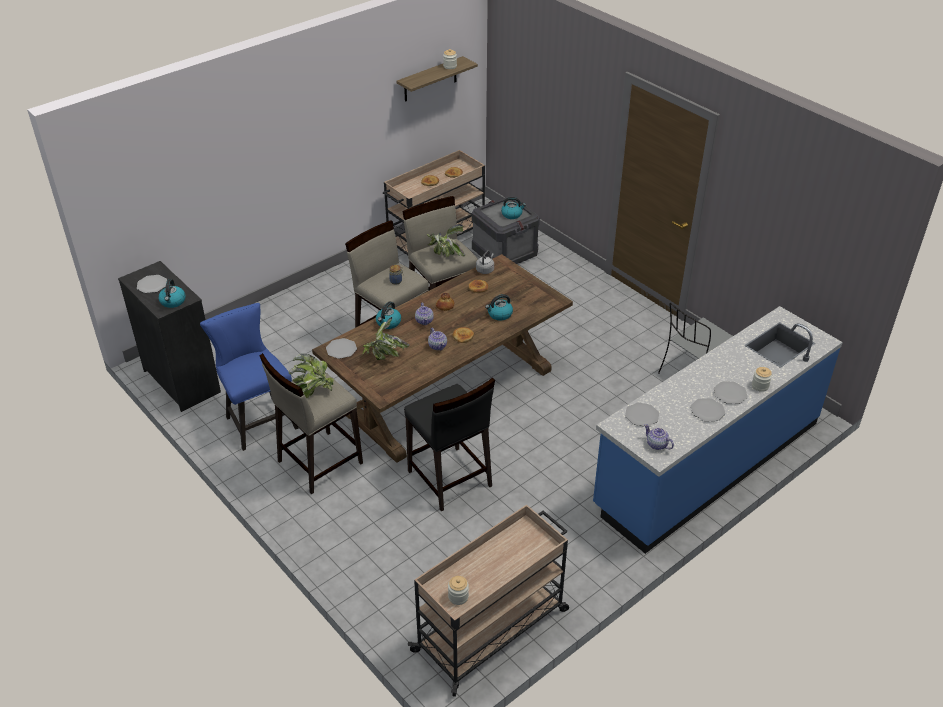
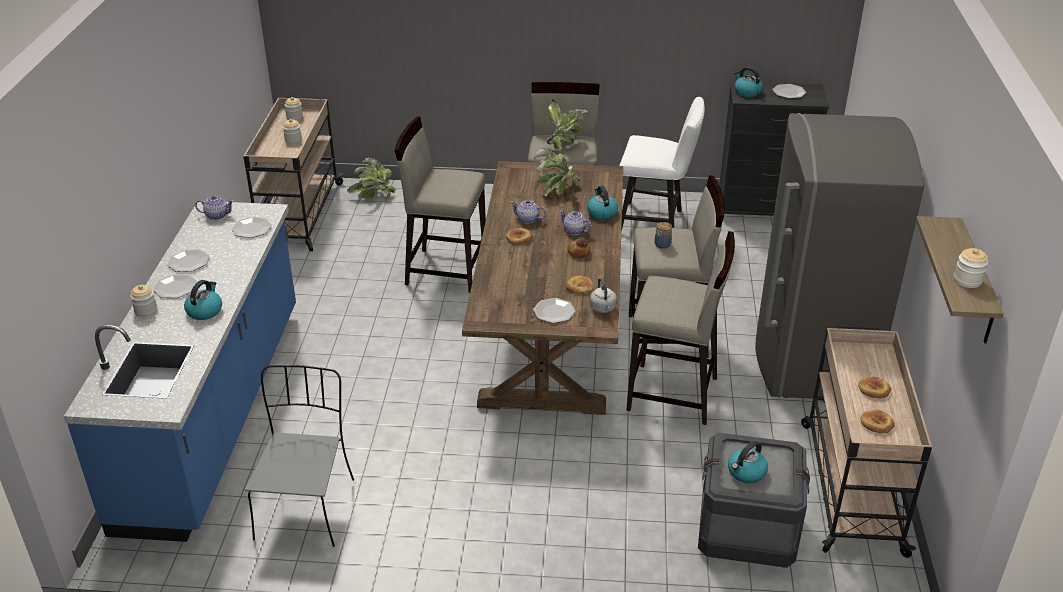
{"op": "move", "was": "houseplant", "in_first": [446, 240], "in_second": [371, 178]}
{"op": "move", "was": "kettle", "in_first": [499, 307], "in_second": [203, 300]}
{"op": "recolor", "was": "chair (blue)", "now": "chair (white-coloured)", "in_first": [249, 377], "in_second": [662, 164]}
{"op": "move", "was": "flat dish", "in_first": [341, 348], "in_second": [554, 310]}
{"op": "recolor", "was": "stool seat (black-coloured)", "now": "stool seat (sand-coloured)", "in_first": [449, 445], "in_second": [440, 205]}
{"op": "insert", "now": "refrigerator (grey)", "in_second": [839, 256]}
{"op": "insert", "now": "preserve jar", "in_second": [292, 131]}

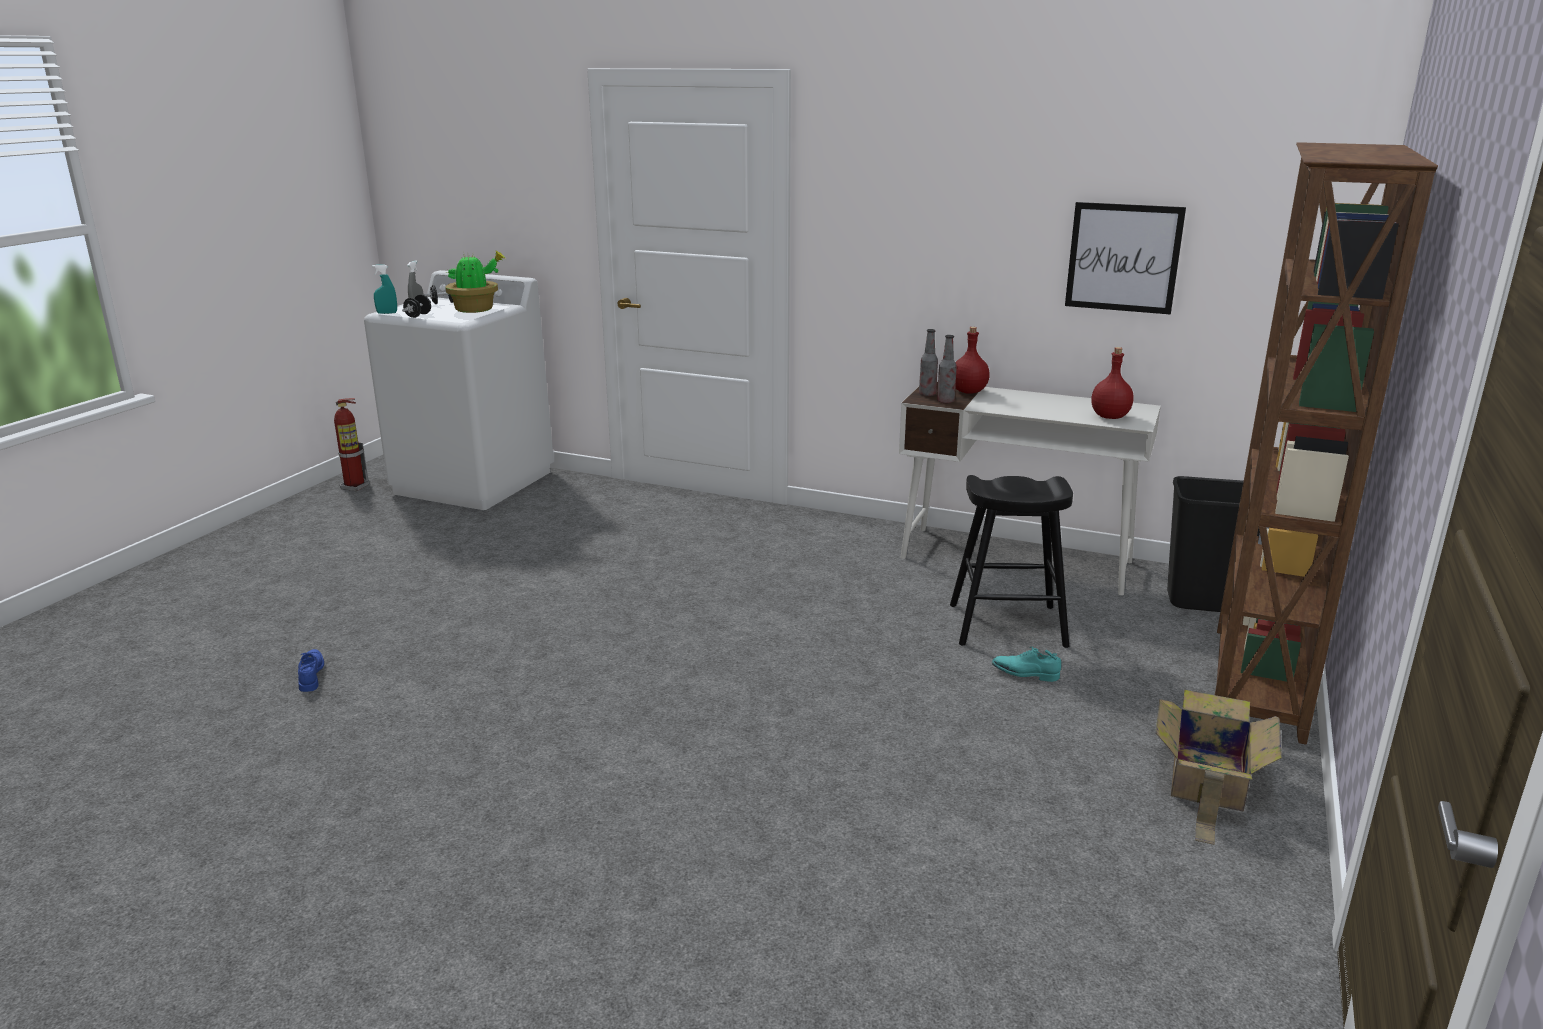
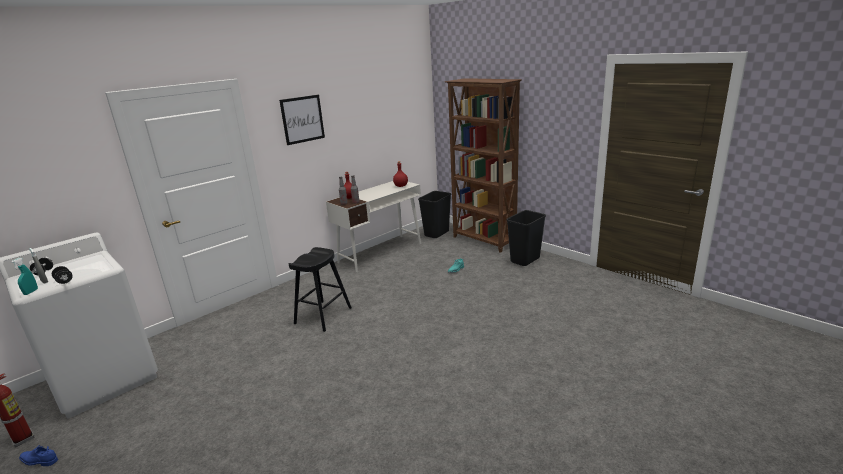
{"op": "move", "was": "picture", "in_first": [1125, 258], "in_second": [302, 120]}
{"op": "delete", "was": "houseplant", "in_first": [476, 282]}
{"op": "move", "was": "stool seat (black-coloured)", "in_first": [1011, 561], "in_second": [320, 289]}
{"op": "move", "was": "shoe (blue)", "in_first": [311, 670], "in_second": [38, 455]}
{"op": "replace", "was": "carton", "now": "waste bin (black-coloured)", "in_first": [1218, 767], "in_second": [526, 238]}

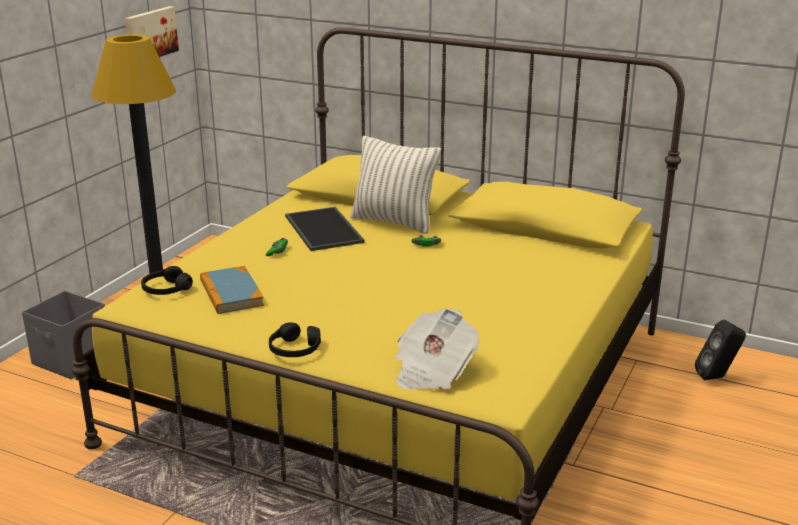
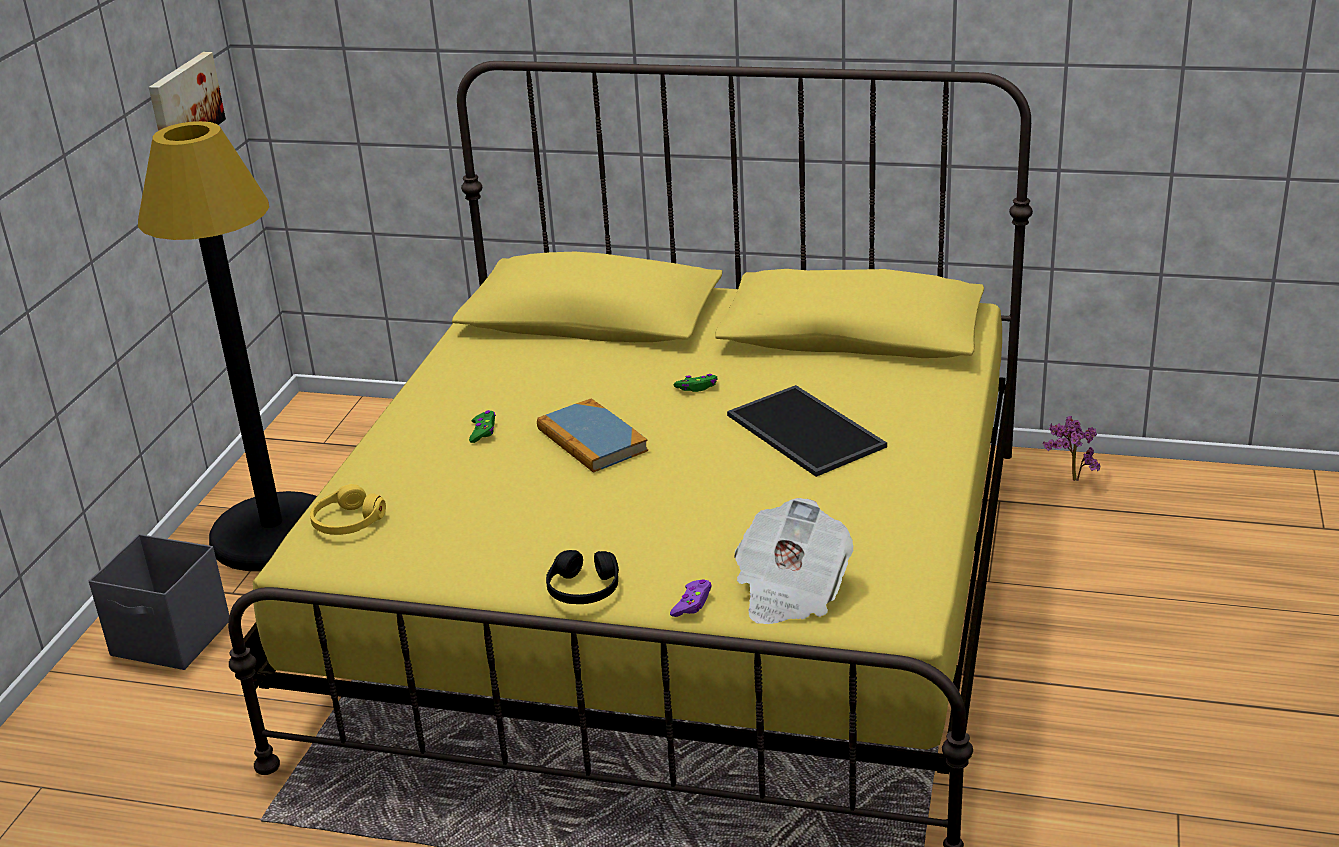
{"op": "delete", "was": "throw pillow", "in_first": [395, 185]}
{"op": "move", "was": "carrying tray", "in_first": [324, 229], "in_second": [807, 431]}
{"op": "recolor", "was": "headphones (black-coloured)", "now": "headphones (yellow-coloured)", "in_first": [167, 280], "in_second": [348, 509]}
{"op": "move", "was": "bound book", "in_first": [232, 290], "in_second": [592, 435]}
{"op": "delete", "was": "audio speaker (black-coloured)", "in_first": [720, 350]}
{"op": "insert", "now": "houseplant", "in_second": [1071, 448]}
{"op": "insert", "now": "gamepad (purple)", "in_second": [690, 598]}

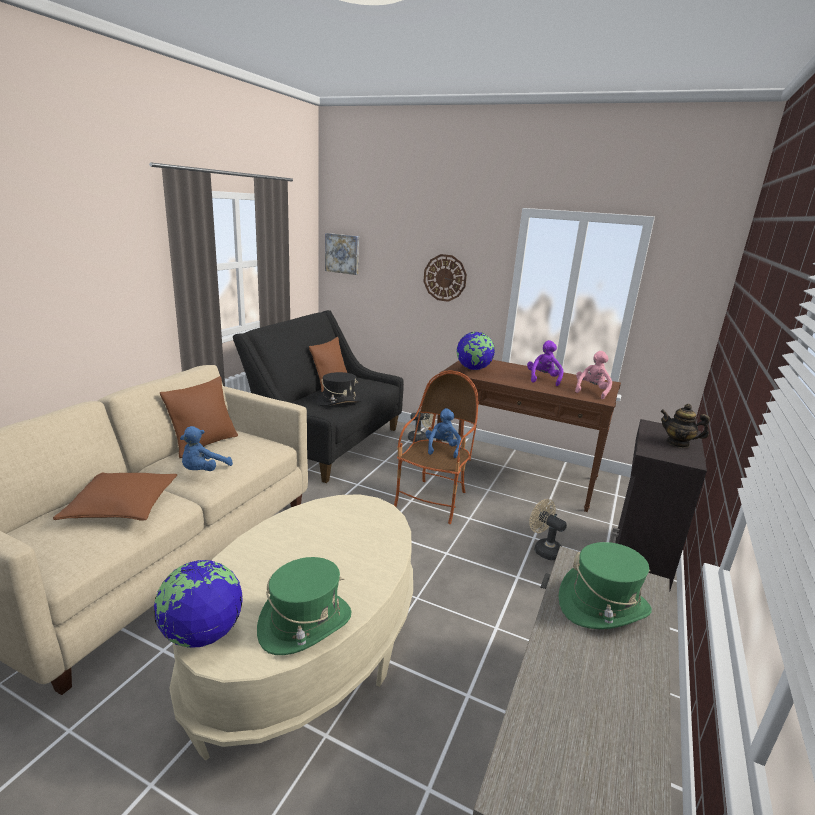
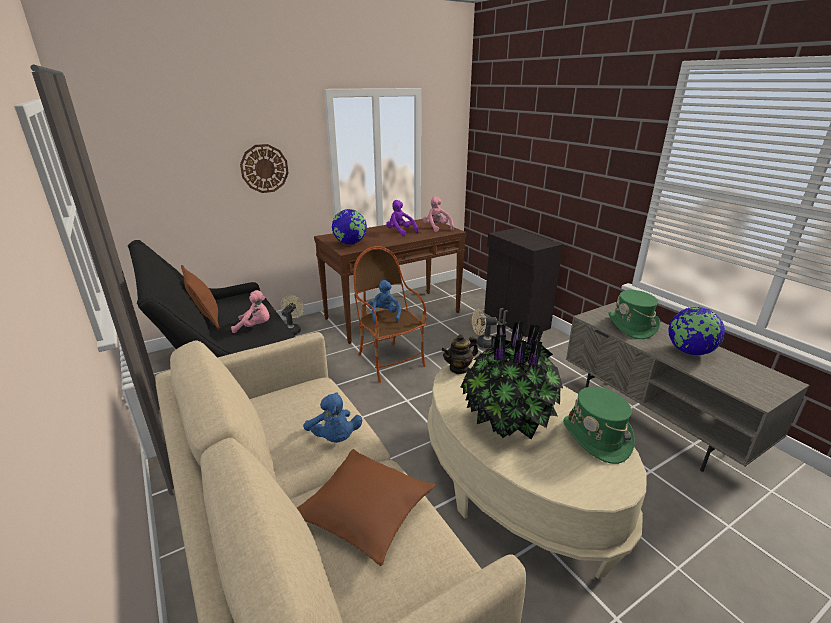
{"op": "delete", "was": "picture", "in_first": [342, 254]}
{"op": "replace", "was": "hat (black-coloured)", "now": "soft toy (pink)", "in_first": [339, 389], "in_second": [250, 311]}
{"op": "delete", "was": "throw pillow (brown)", "in_first": [199, 417]}
{"op": "move", "was": "teapot", "in_first": [685, 426], "in_second": [459, 354]}
{"op": "rotate", "was": "soft toy (blue)", "in_first": [443, 433], "in_second": [384, 301], "clockwise": 45}
{"op": "move", "was": "desk globe", "in_first": [198, 604], "in_second": [696, 331]}
{"op": "insert", "now": "houseplant", "in_second": [511, 380]}

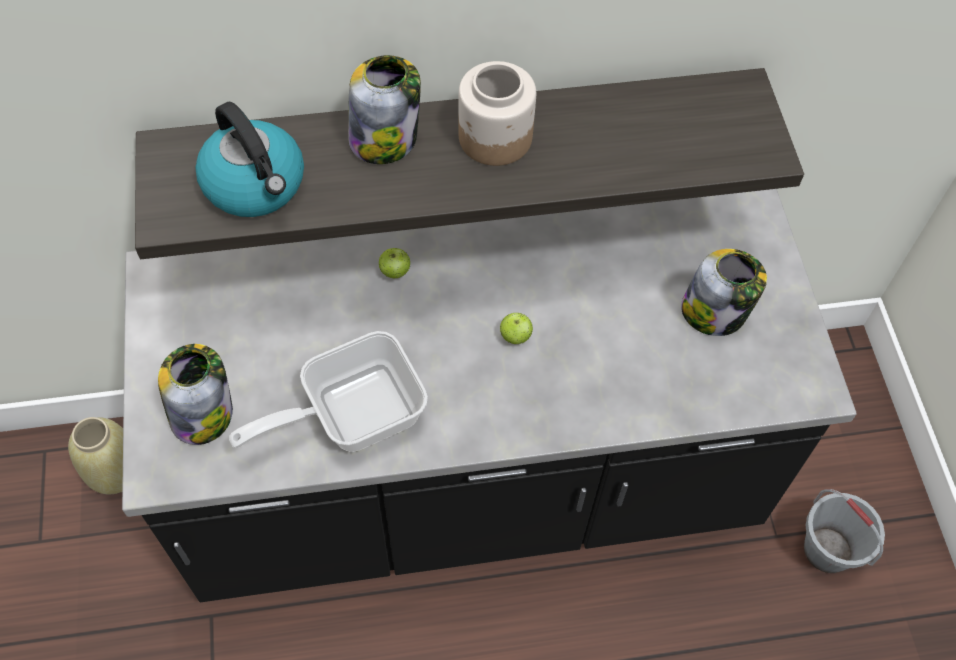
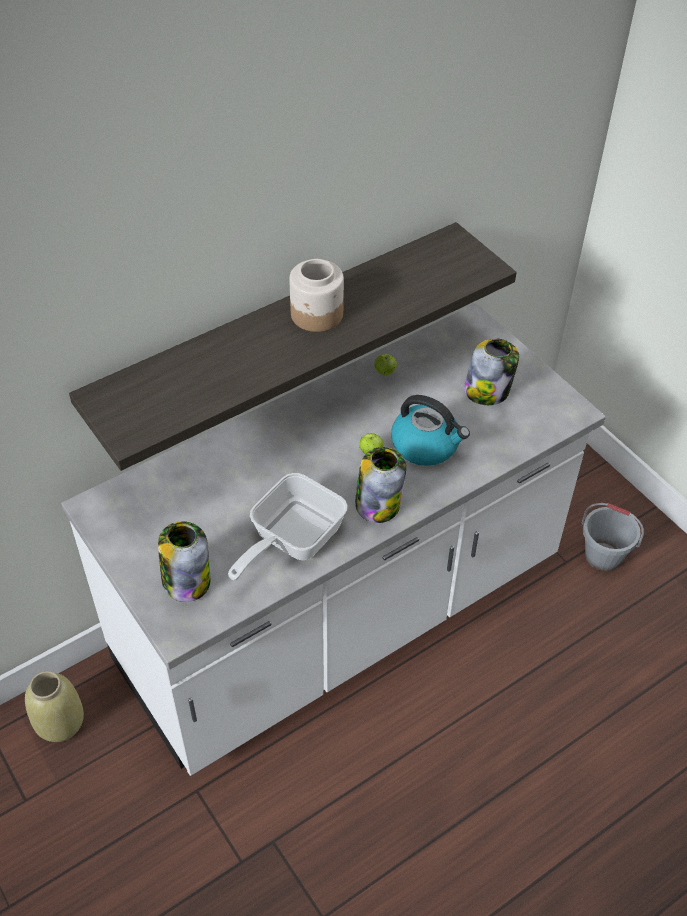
{"op": "move", "was": "preserve jar", "in_first": [384, 109], "in_second": [380, 485]}
{"op": "move", "was": "kettle", "in_first": [249, 159], "in_second": [430, 430]}
{"op": "recolor", "was": "kitchen counter (black-coloured)", "now": "kitchen counter (white-coloured)", "in_first": [489, 395], "in_second": [333, 539]}
{"op": "move", "was": "apple", "in_first": [394, 263], "in_second": [385, 364]}

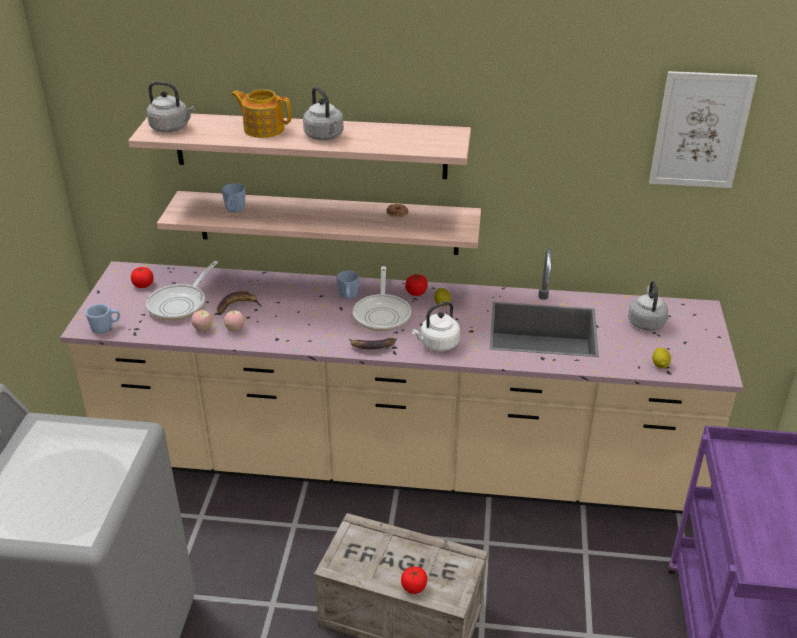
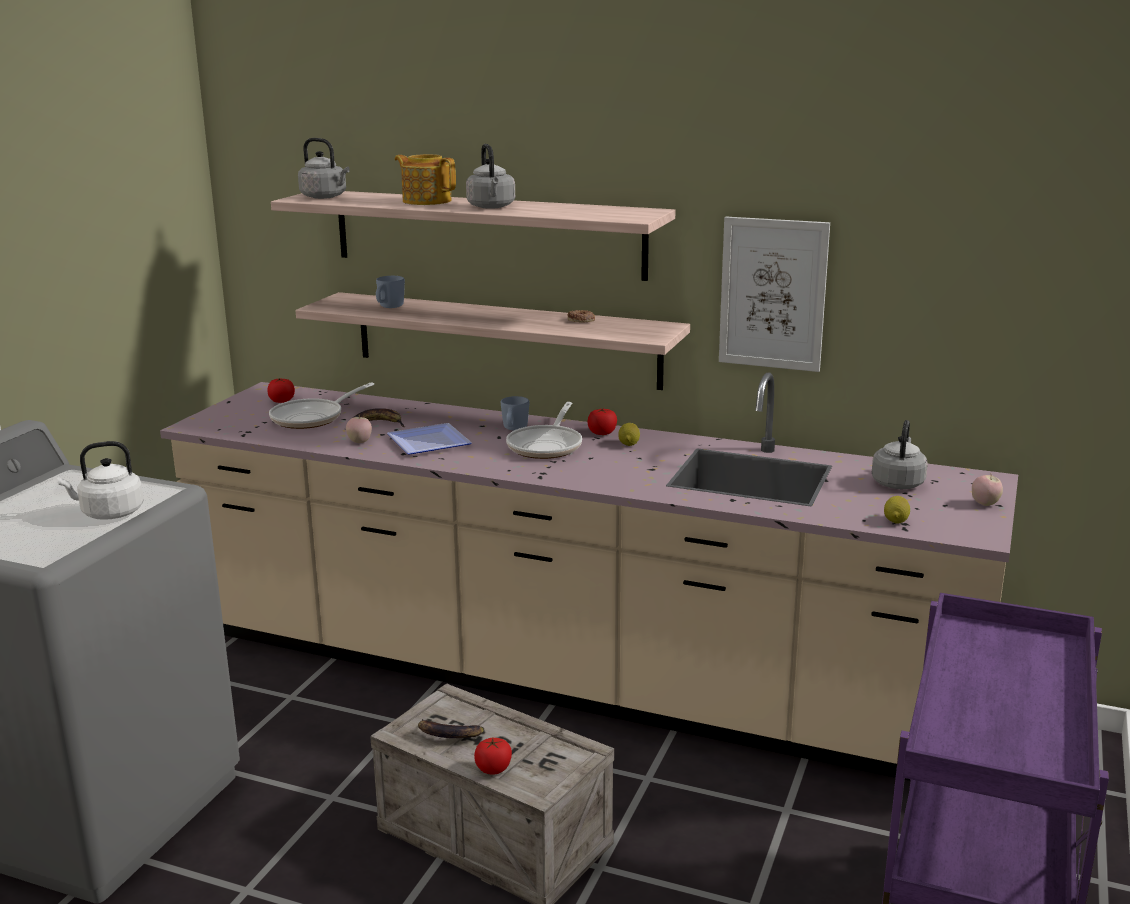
{"op": "move", "was": "picture", "in_first": [703, 129], "in_second": [774, 294]}
{"op": "move", "was": "kettle (white-coloured)", "in_first": [436, 326], "in_second": [100, 480]}
{"op": "delete", "was": "mug (blue)", "in_first": [102, 319]}
{"op": "move", "was": "apple", "in_first": [201, 321], "in_second": [987, 490]}
{"op": "move", "was": "whole banana", "in_first": [372, 343], "in_second": [451, 728]}
{"op": "insert", "now": "flat dish", "in_second": [429, 439]}

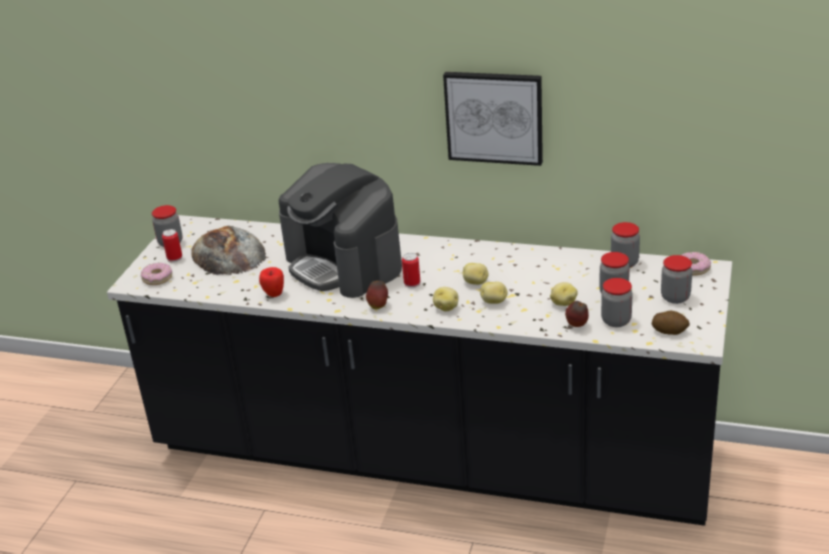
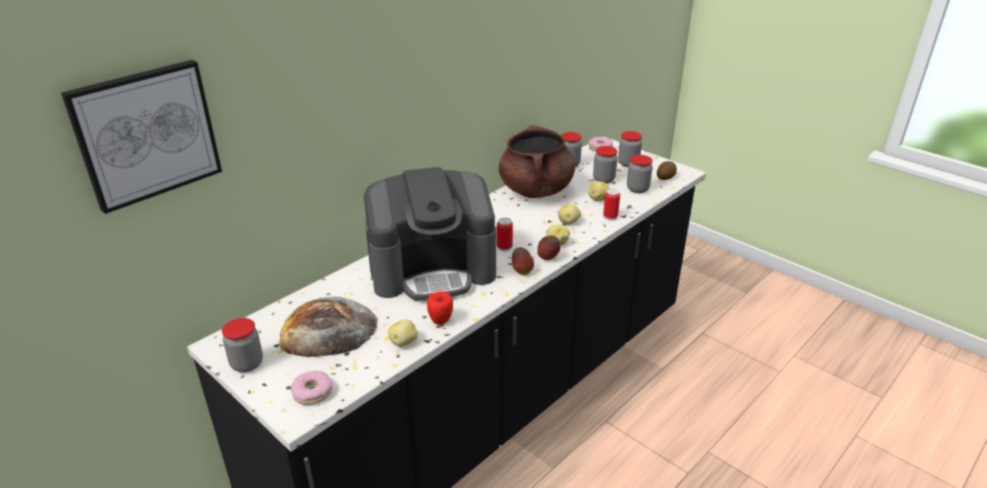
{"op": "move", "was": "picture", "in_first": [493, 119], "in_second": [141, 137]}
{"op": "move", "was": "metal can", "in_first": [172, 246], "in_second": [611, 204]}
{"op": "move", "was": "whole potato", "in_first": [475, 274], "in_second": [403, 333]}
{"op": "move", "was": "apple", "in_first": [577, 314], "in_second": [549, 248]}
{"op": "insert", "now": "stockpot (brown)", "in_second": [537, 161]}

